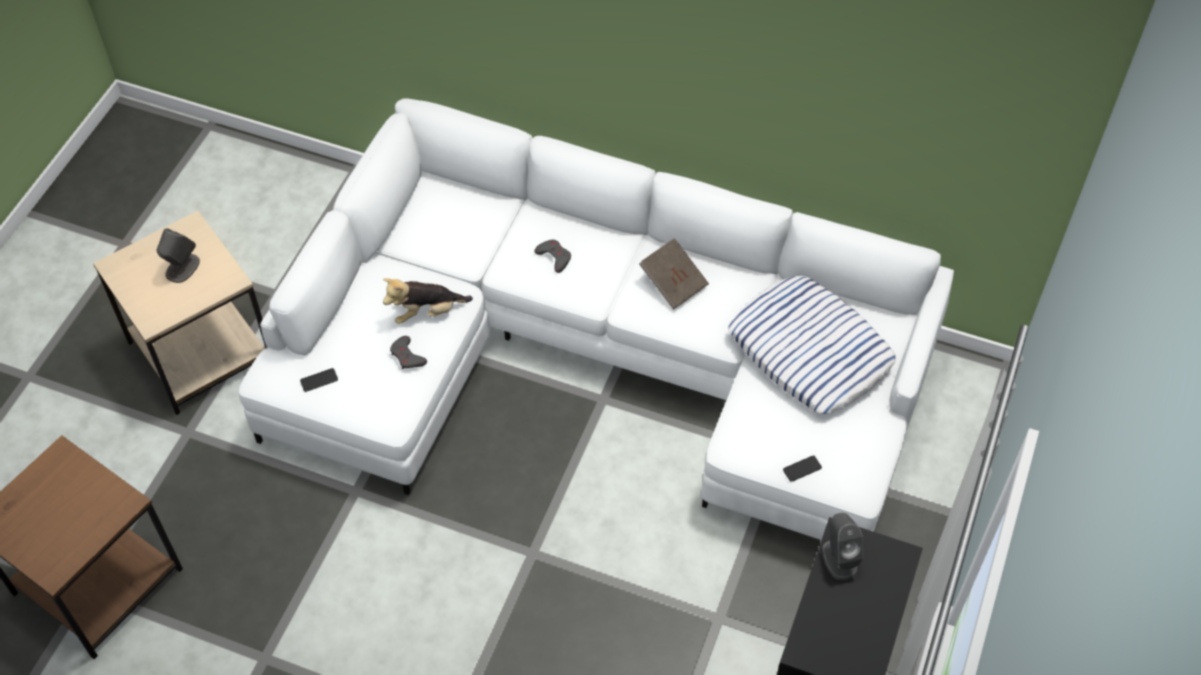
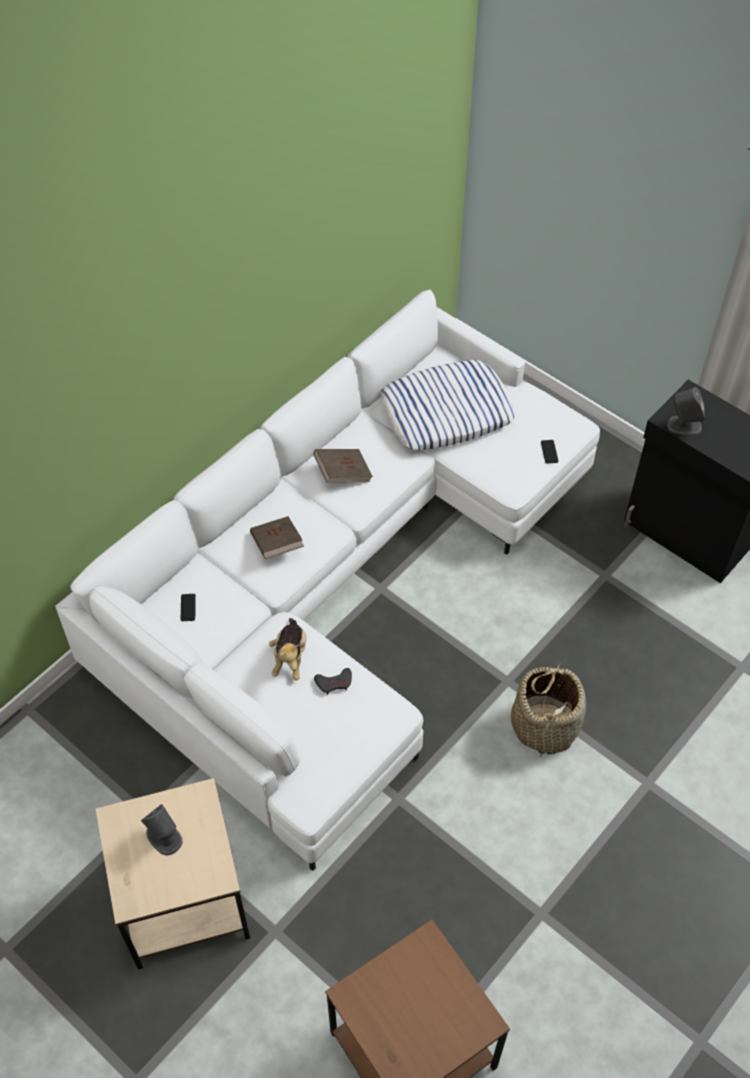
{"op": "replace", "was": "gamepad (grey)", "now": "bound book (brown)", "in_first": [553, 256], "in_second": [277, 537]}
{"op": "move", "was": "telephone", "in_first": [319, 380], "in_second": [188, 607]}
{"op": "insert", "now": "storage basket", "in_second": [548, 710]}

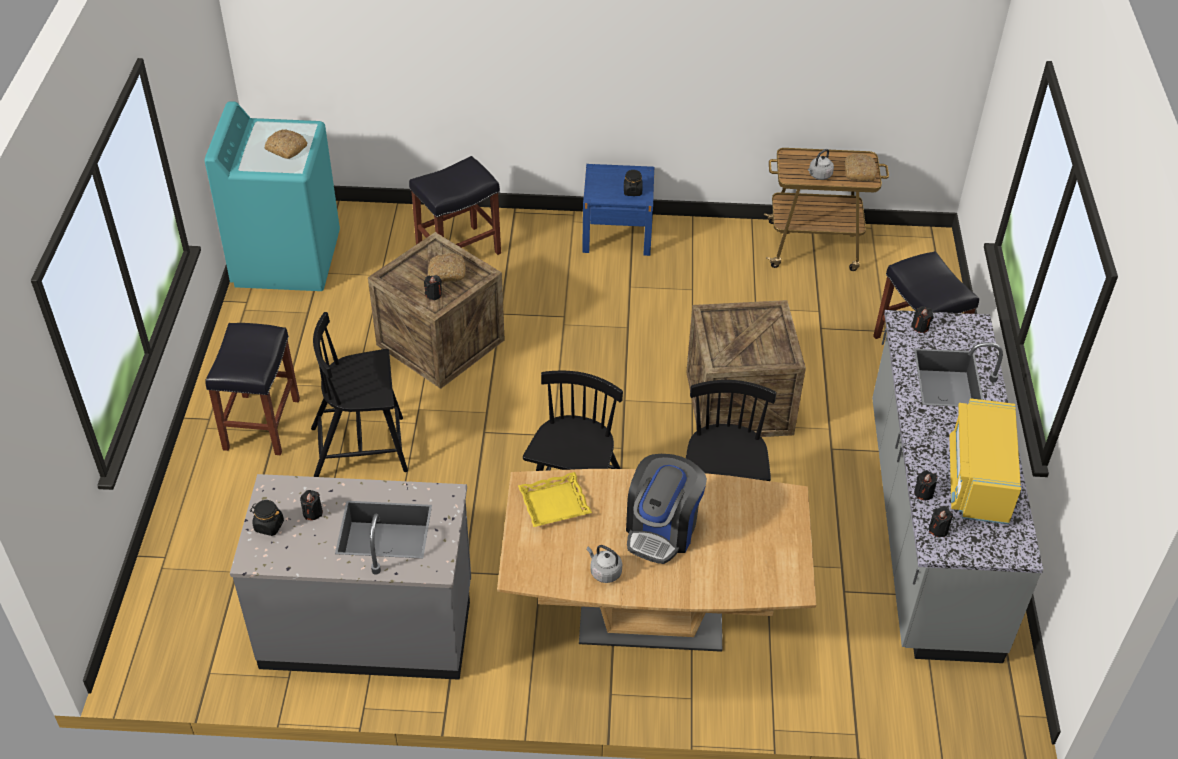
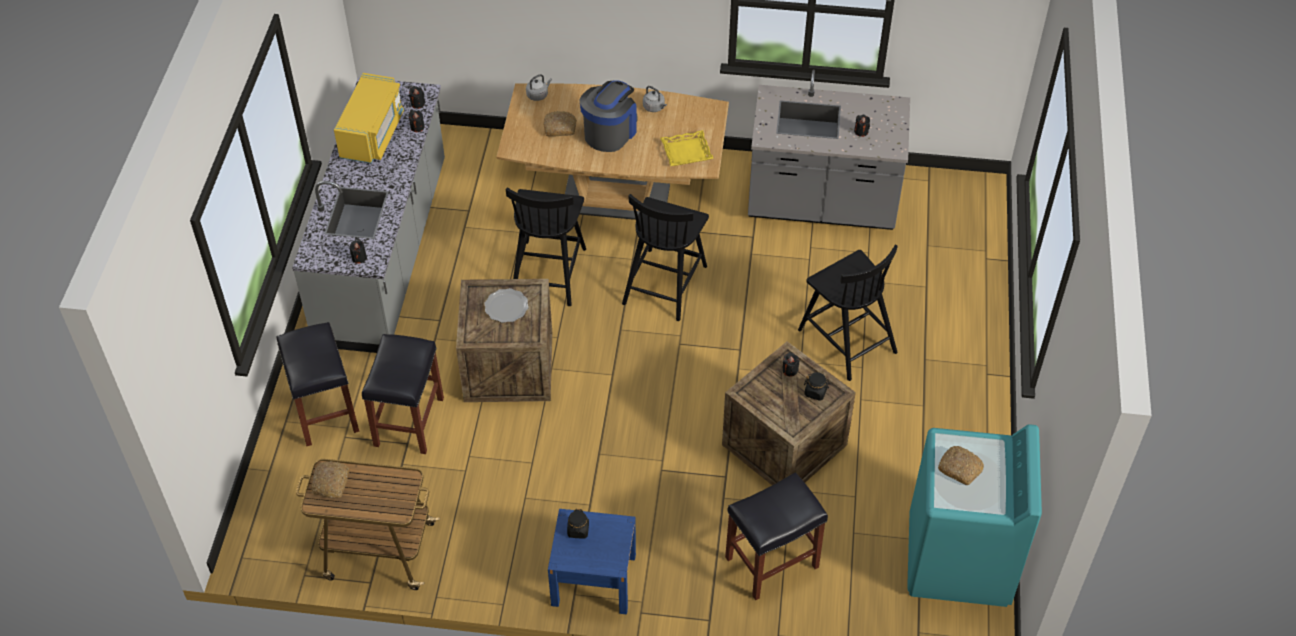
{"op": "move", "was": "kettle (grey)", "in_first": [821, 164], "in_second": [539, 87]}
{"op": "move", "was": "baked bread", "in_first": [446, 267], "in_second": [560, 124]}
{"op": "rotate", "was": "chair (black-coloured)", "in_first": [359, 394], "in_second": [848, 313], "clockwise": 60}
{"op": "move", "was": "stool seat (black-coloured)", "in_first": [252, 389], "in_second": [403, 394]}
{"op": "move", "was": "preserve jar (black-coloured)", "in_first": [267, 518], "in_second": [817, 386]}
{"op": "insert", "now": "flat dish", "in_second": [506, 305]}

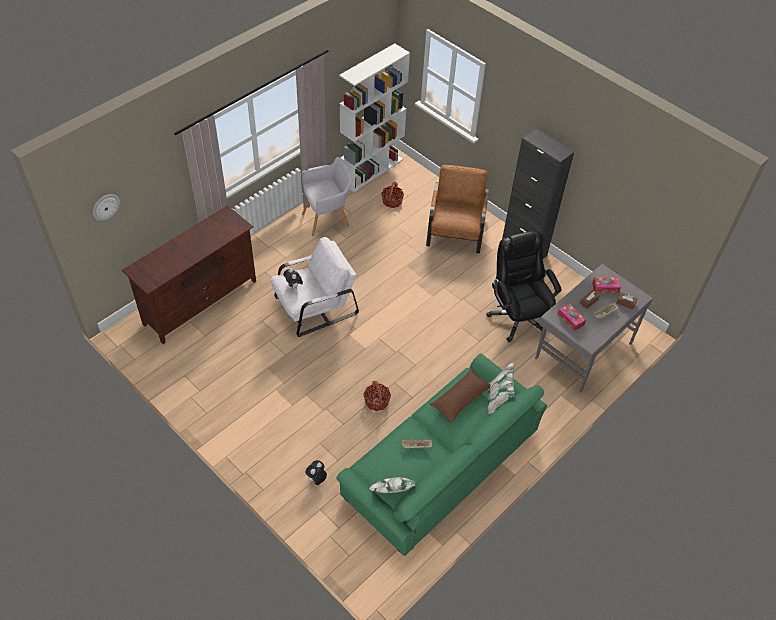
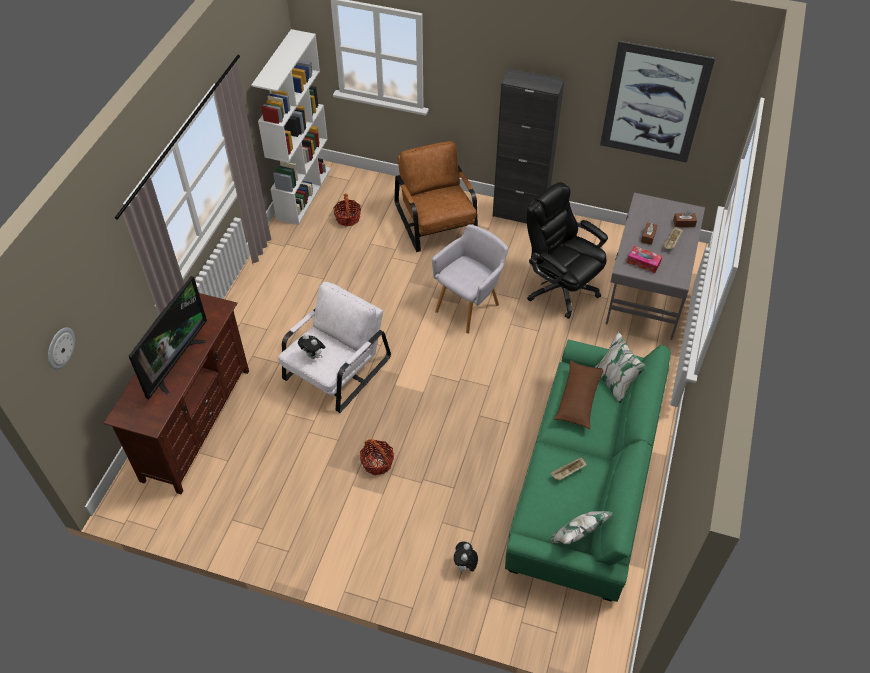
{"op": "move", "was": "lounge chair (grey)", "in_first": [327, 196], "in_second": [470, 278]}
{"op": "delete", "was": "box of tissues", "in_first": [606, 285]}
{"op": "move", "was": "storage basket", "in_first": [377, 396], "in_second": [377, 457]}
{"op": "insert", "now": "picture", "in_second": [657, 102]}
{"op": "insert", "now": "TV", "in_second": [168, 337]}

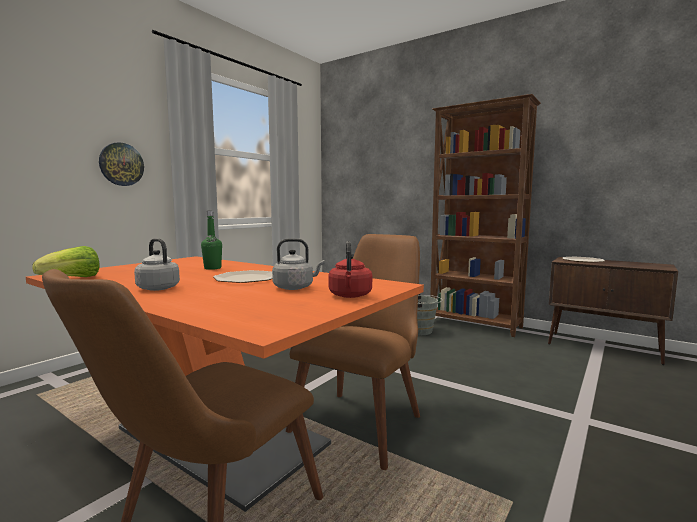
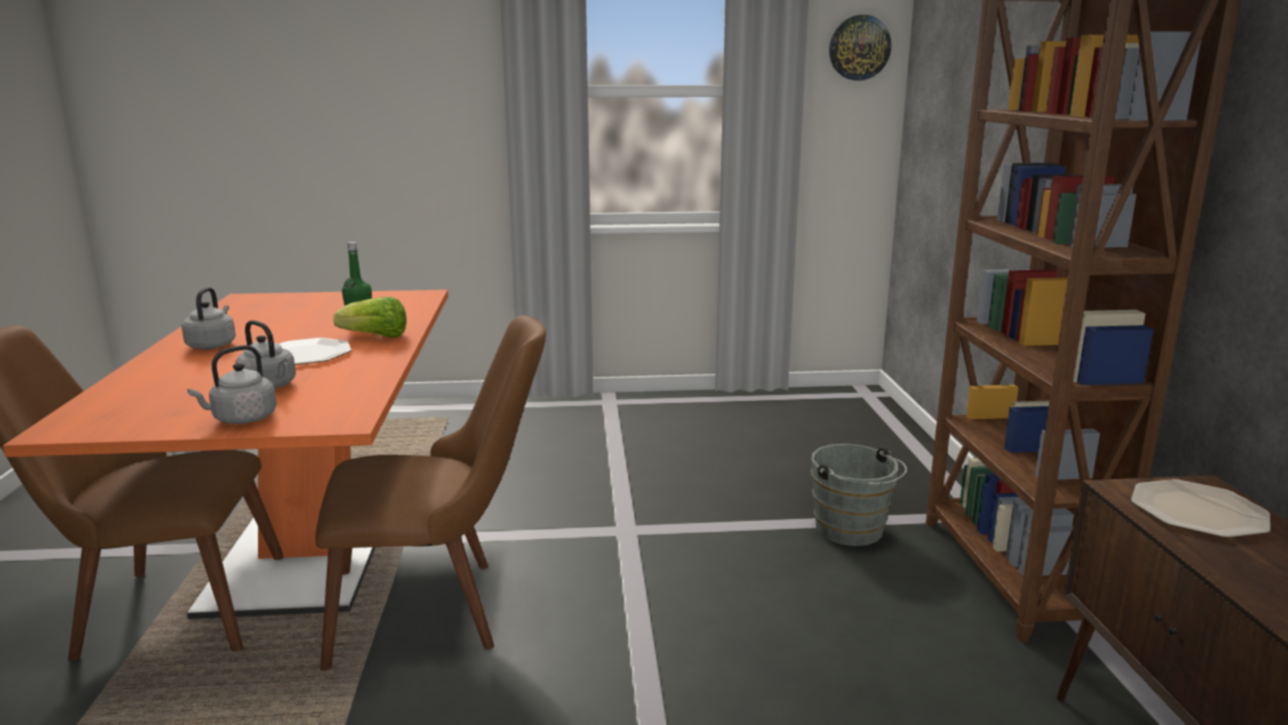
{"op": "move", "was": "hanging clock", "in_first": [121, 164], "in_second": [860, 47]}
{"op": "recolor", "was": "kettle (red-coloured)", "now": "kettle (grey)", "in_first": [350, 269], "in_second": [232, 384]}
{"op": "move", "was": "lettuce head", "in_first": [66, 261], "in_second": [370, 317]}

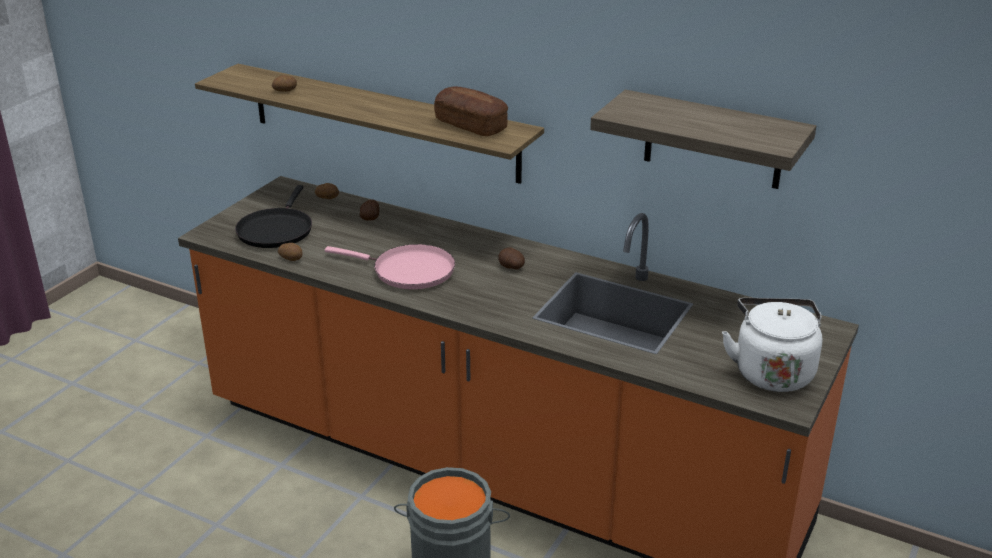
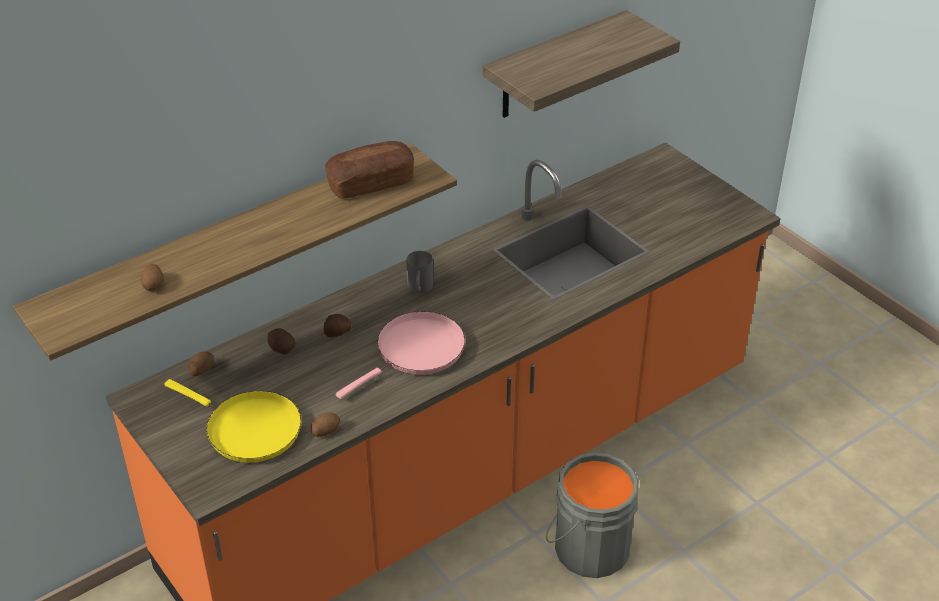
{"op": "recolor", "was": "skillet (black-coloured)", "now": "skillet (yellow-coloured)", "in_first": [273, 216], "in_second": [232, 421]}
{"op": "move", "was": "whole potato", "in_first": [511, 258], "in_second": [337, 326]}
{"op": "delete", "was": "kettle (white-coloured)", "in_first": [772, 345]}
{"op": "insert", "now": "mug (grey)", "in_second": [419, 272]}

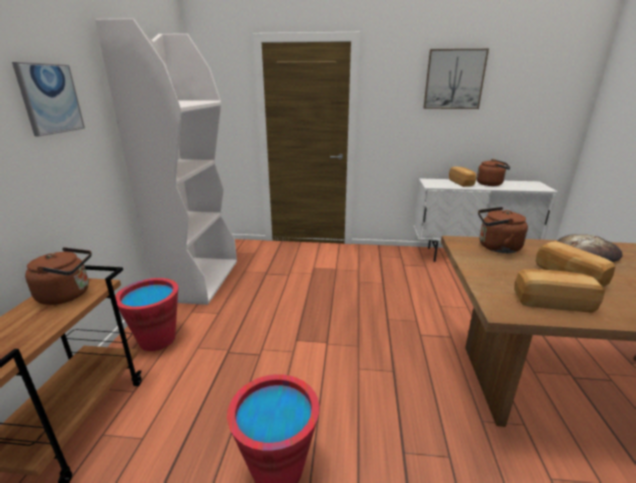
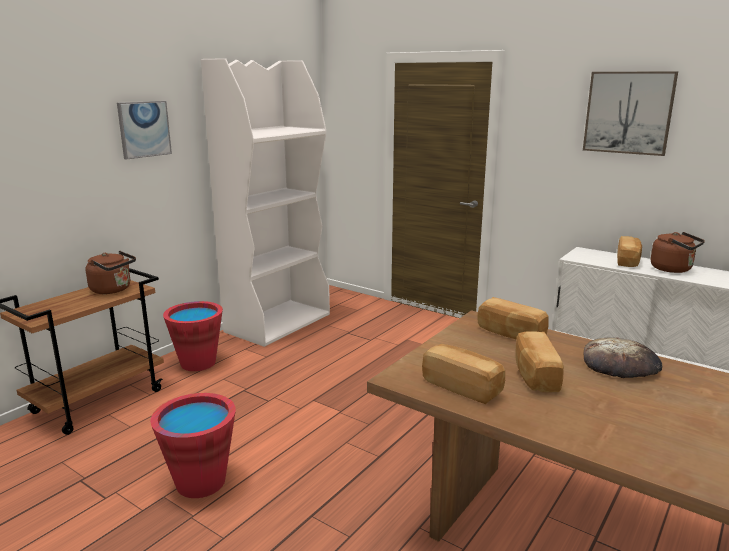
{"op": "replace", "was": "kettle (brown)", "now": "baked bread", "in_first": [503, 230], "in_second": [513, 318]}

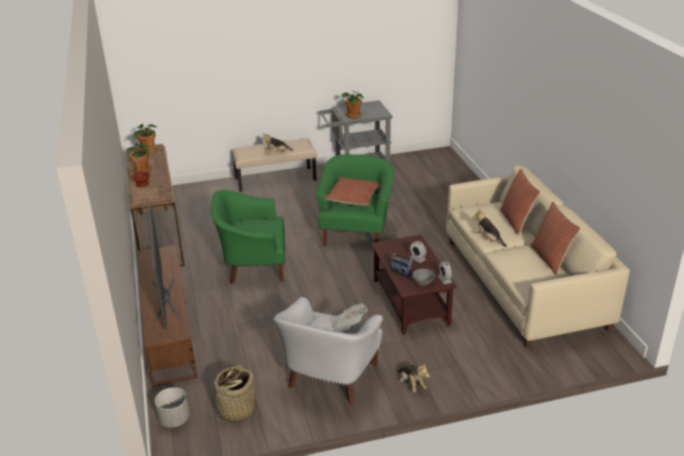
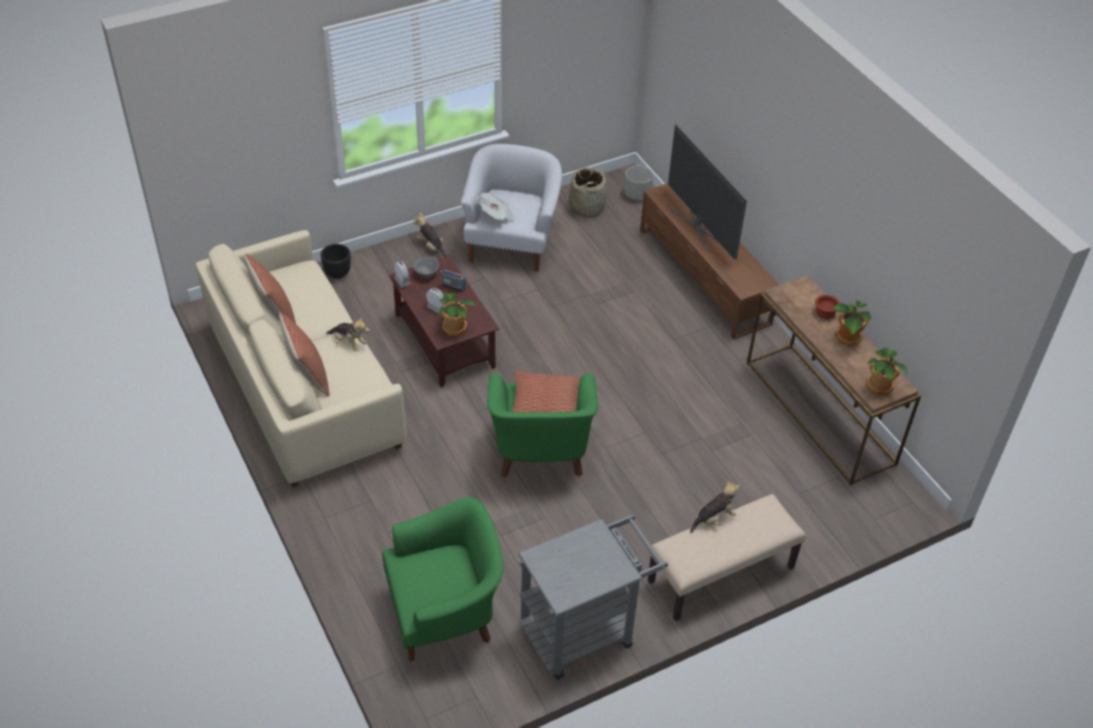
{"op": "move", "was": "houseplant", "in_first": [352, 105], "in_second": [457, 315]}
{"op": "move", "was": "lounge chair (green-coloured)", "in_first": [248, 237], "in_second": [443, 579]}
{"op": "insert", "now": "plant pot (black-coloured)", "in_second": [336, 261]}

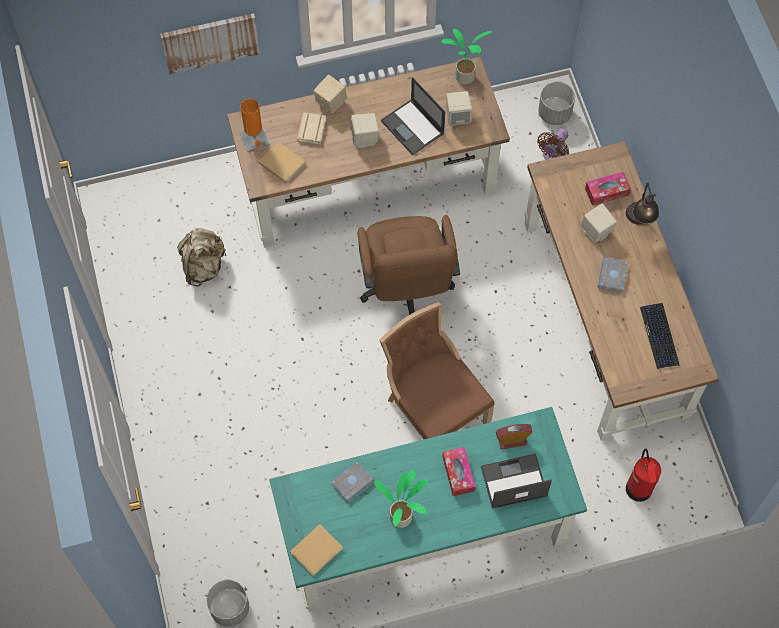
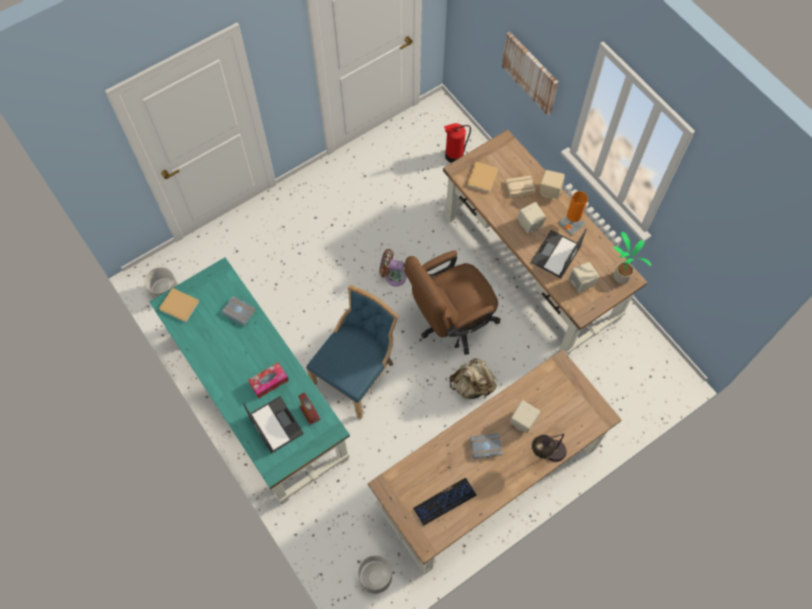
{"op": "move", "was": "plant pot (grey)", "in_first": [556, 103], "in_second": [375, 574]}
{"op": "move", "was": "tabletop lamp (orangey)", "in_first": [255, 125], "in_second": [573, 213]}
{"op": "move", "was": "electric fan (brown)", "in_first": [553, 144], "in_second": [392, 267]}
{"op": "delete", "was": "box of tissues", "in_first": [608, 189]}
{"op": "move", "was": "rucksack (sand-coloured)", "in_first": [202, 257], "in_second": [473, 378]}
{"op": "recolor", "was": "chair (brown)", "now": "chair (blue)", "in_first": [437, 371], "in_second": [352, 352]}
{"op": "move", "was": "fire extinguisher", "in_first": [643, 475], "in_second": [457, 143]}
{"op": "delete", "was": "houseplant", "in_first": [401, 499]}

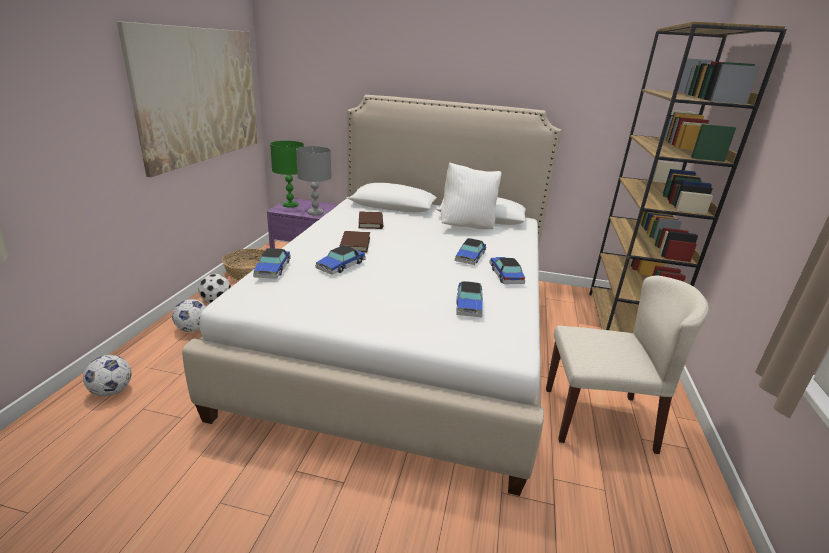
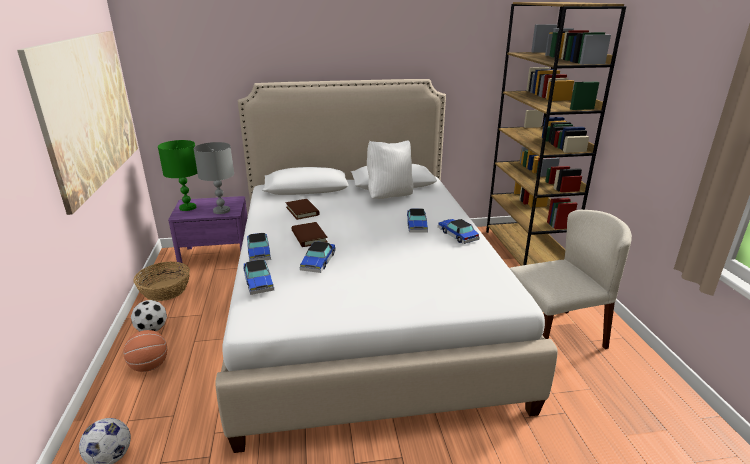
{"op": "move", "was": "toy car", "in_first": [469, 299], "in_second": [259, 247]}
{"op": "replace", "was": "football", "now": "ball for basketball", "in_first": [189, 315], "in_second": [145, 351]}

